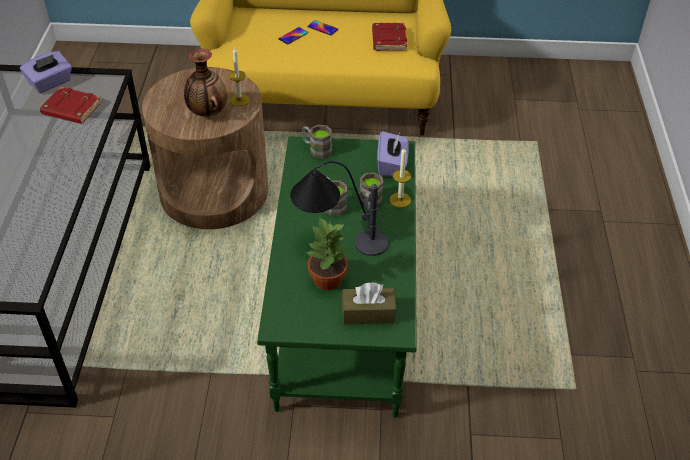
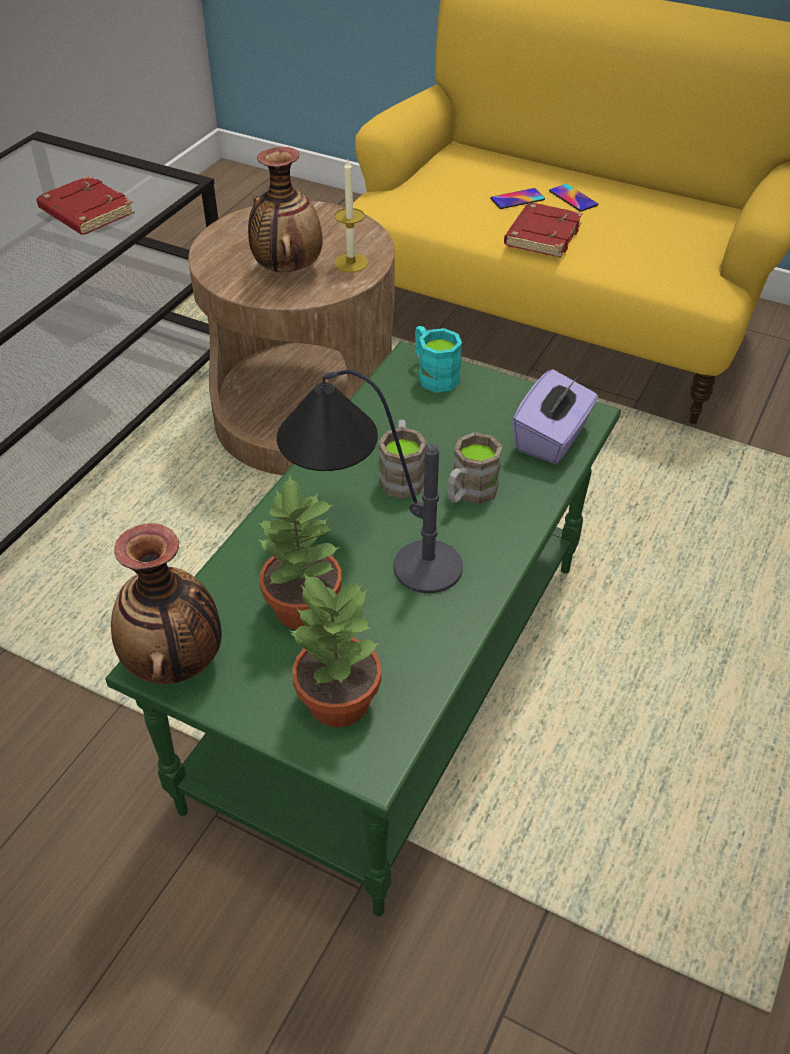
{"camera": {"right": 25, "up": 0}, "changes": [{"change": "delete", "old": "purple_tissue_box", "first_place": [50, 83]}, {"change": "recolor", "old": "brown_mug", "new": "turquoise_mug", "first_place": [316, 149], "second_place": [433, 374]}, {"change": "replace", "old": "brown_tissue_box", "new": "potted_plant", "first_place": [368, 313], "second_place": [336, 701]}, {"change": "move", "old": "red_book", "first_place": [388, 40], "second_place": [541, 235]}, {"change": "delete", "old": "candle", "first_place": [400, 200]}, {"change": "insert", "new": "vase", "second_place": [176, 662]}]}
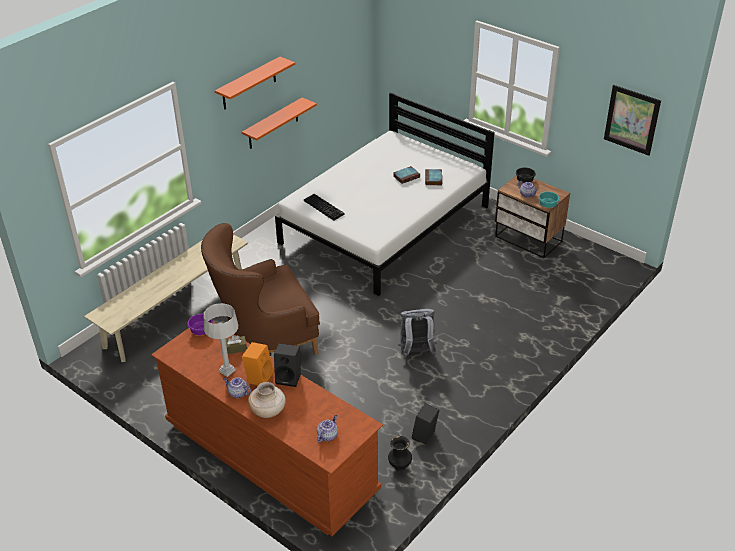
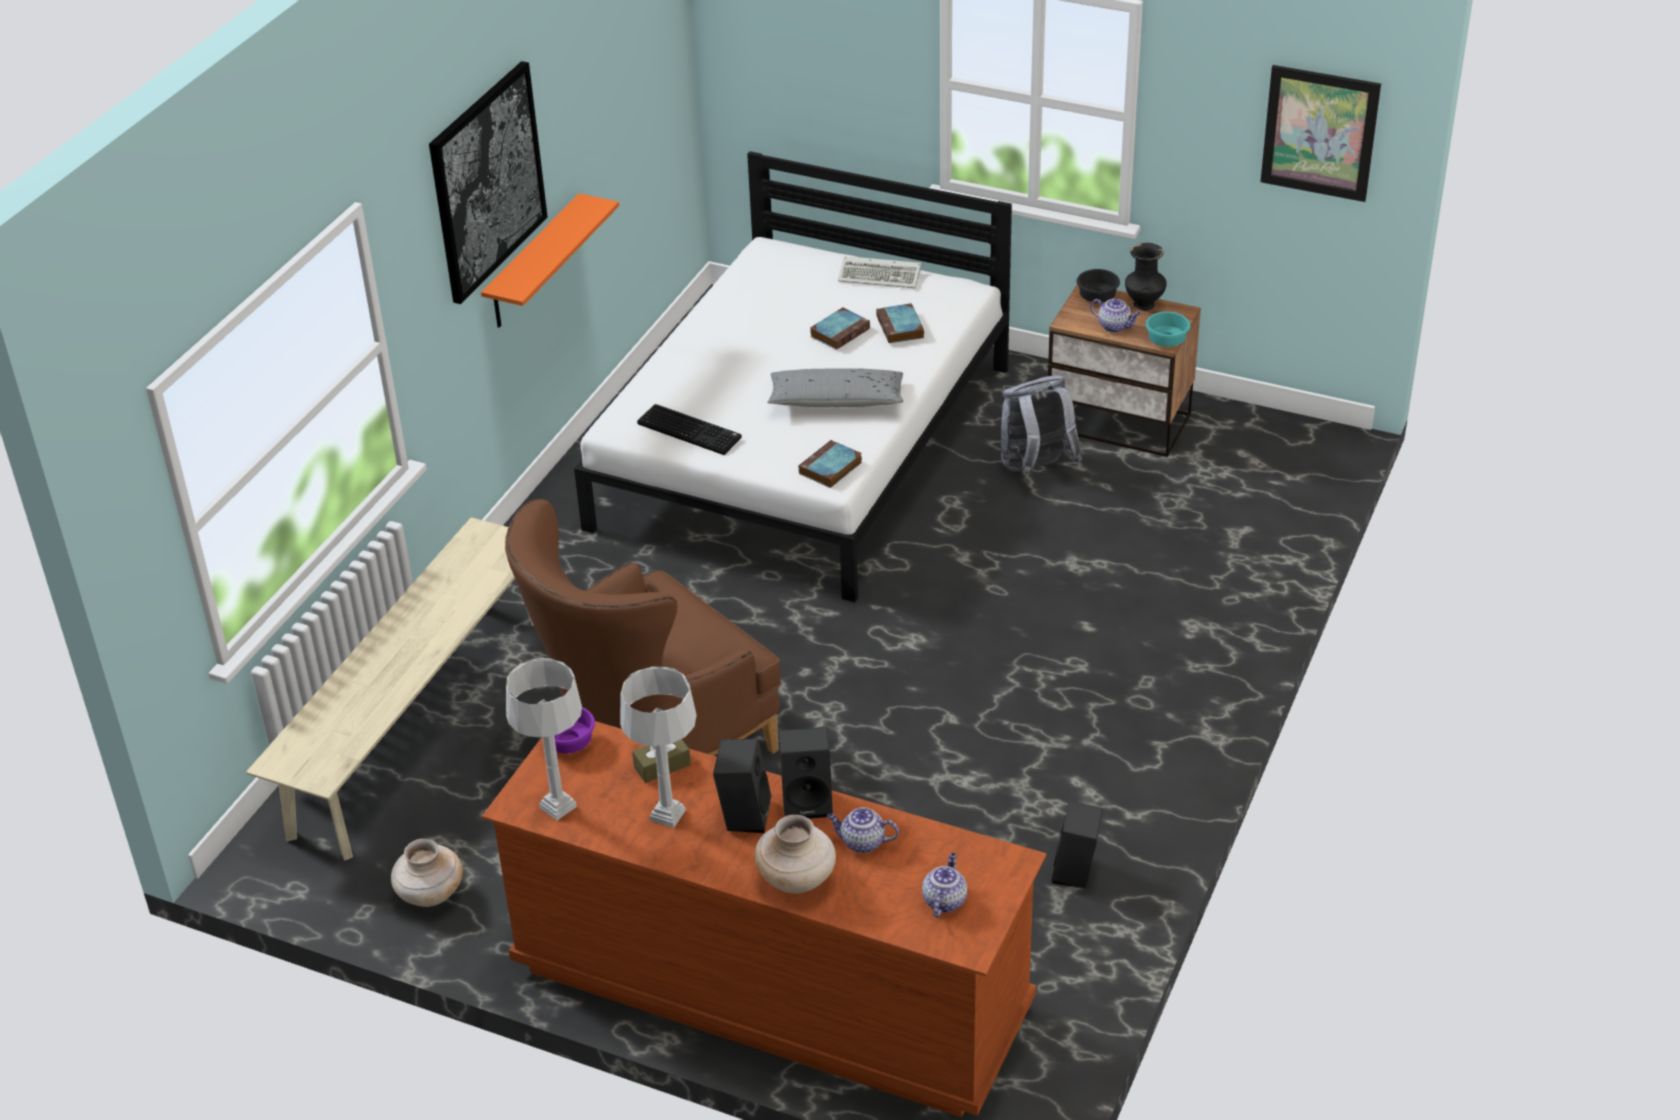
{"camera": {"right": -15, "up": 0}, "changes": [{"change": "replace", "old": "orange_shelf", "new": "picture", "first_place": [249, 84], "second_place": [487, 181]}, {"change": "move", "old": "teapot", "first_place": [237, 393], "second_place": [862, 842]}, {"change": "recolor", "old": "orange_speaker", "new": "black_speaker", "first_place": [259, 377], "second_place": [743, 814]}, {"change": "move", "old": "black_vase", "first_place": [399, 467], "second_place": [1144, 305]}, {"change": "move", "old": "grey_backpack", "first_place": [416, 353], "second_place": [1035, 469]}, {"change": "insert", "new": "beige_vase", "second_place": [430, 895]}, {"change": "insert", "new": "grey_table_lamp", "second_place": [557, 806]}, {"change": "insert", "new": "grey_pillow", "second_place": [836, 401]}, {"change": "insert", "new": "book", "second_place": [830, 469]}, {"change": "insert", "new": "keyboard", "second_place": [882, 276]}]}
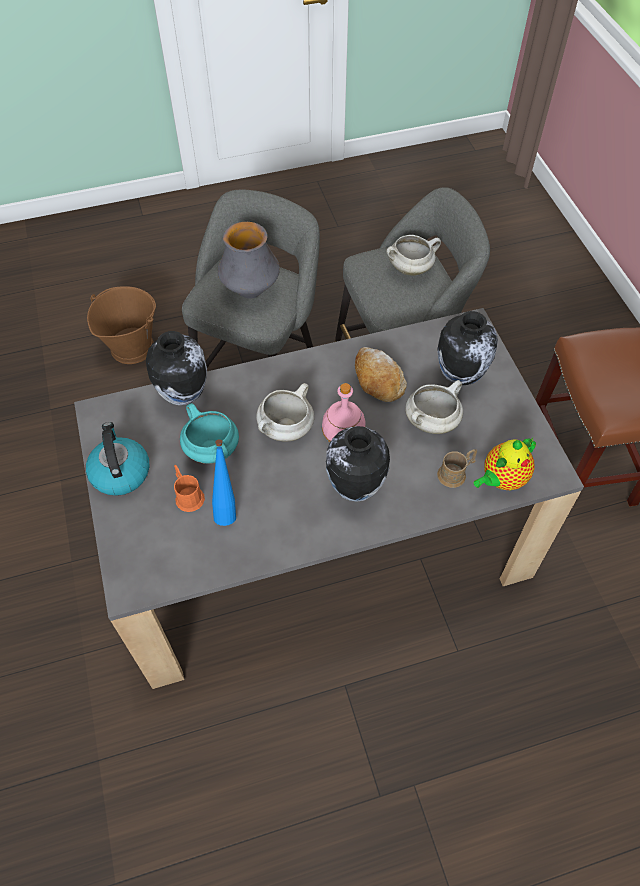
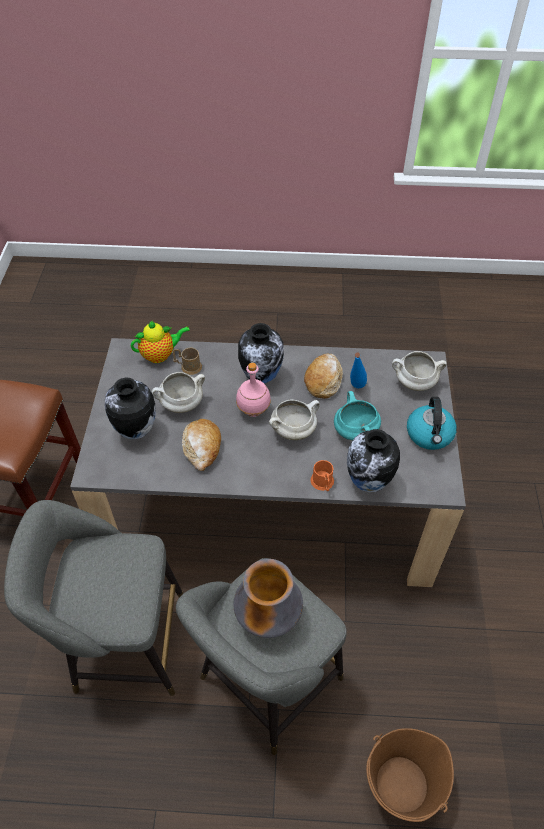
{"camera": {"right": -160, "up": -5}, "changes": [{"change": "move", "old": "orange_mug", "first_place": [187, 495], "second_place": [323, 483]}, {"change": "move", "old": "white_cooking_pot", "first_place": [410, 268], "second_place": [414, 383]}, {"change": "insert", "new": "bread", "second_place": [323, 380]}]}
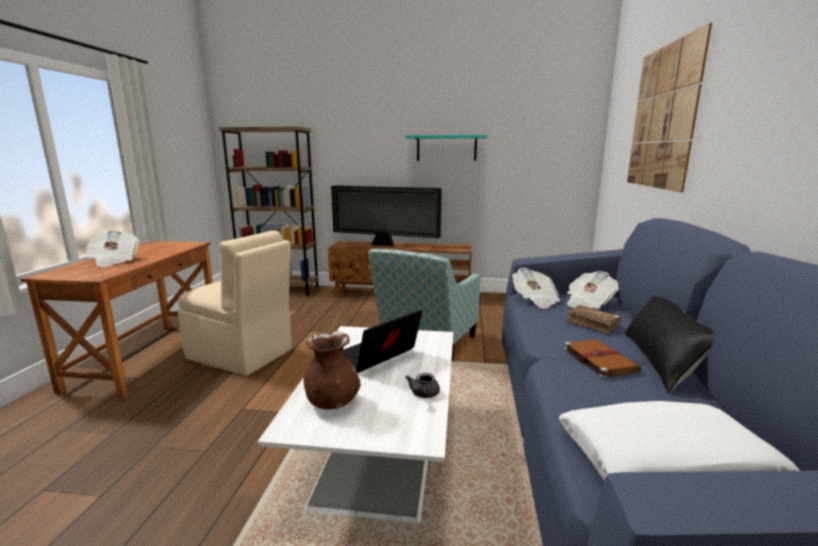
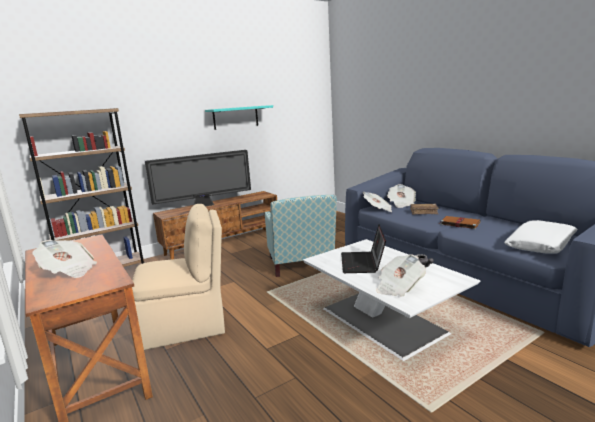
{"camera": {"right": -40, "up": 0}, "changes": [{"change": "replace", "old": "brown_vase", "new": "newspaper", "first_place": [332, 403], "second_place": [398, 287]}, {"change": "delete", "old": "black_pillow", "first_place": [660, 361]}, {"change": "delete", "old": "picture", "first_place": [663, 117]}]}
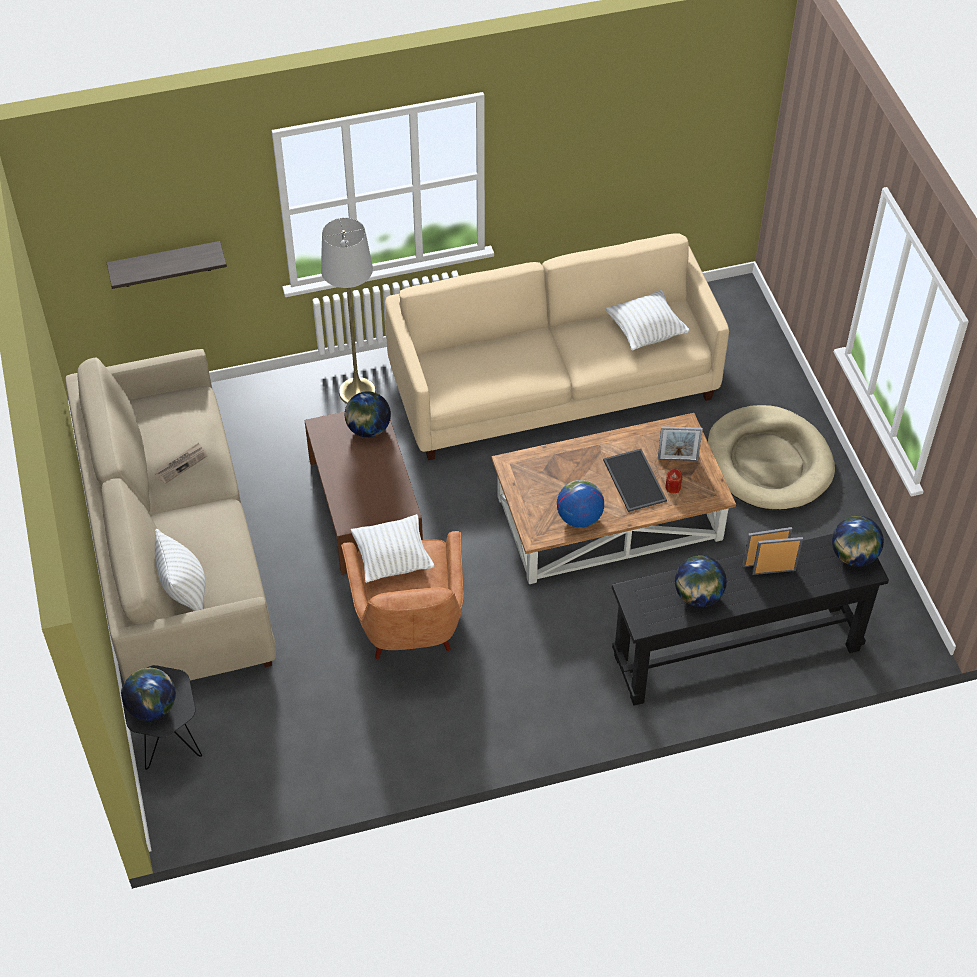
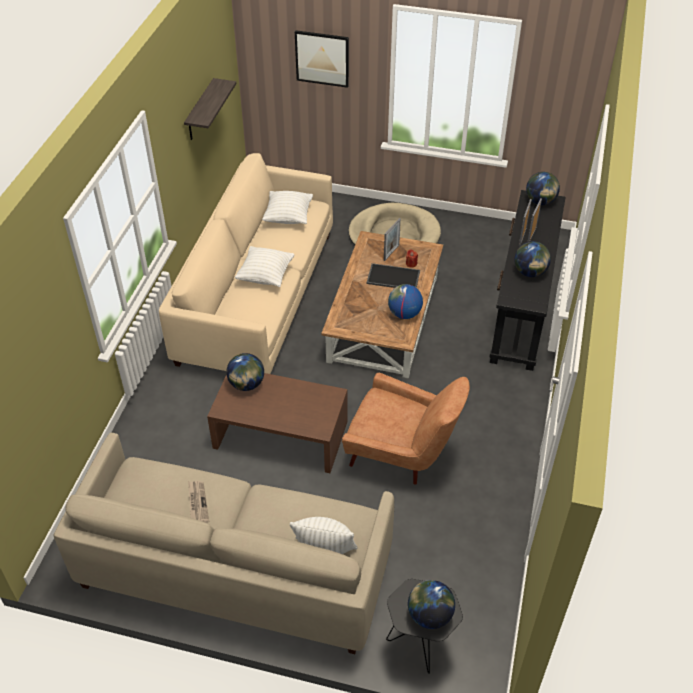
{"camera": {"right": -60, "up": -5}, "changes": [{"change": "move", "old": "shelf", "first_place": [166, 264], "second_place": [200, 111]}, {"change": "delete", "old": "grey_floor_lamp", "first_place": [357, 392]}, {"change": "move", "old": "white_pillow", "first_place": [393, 559], "second_place": [265, 276]}, {"change": "insert", "new": "picture", "second_place": [322, 58]}]}
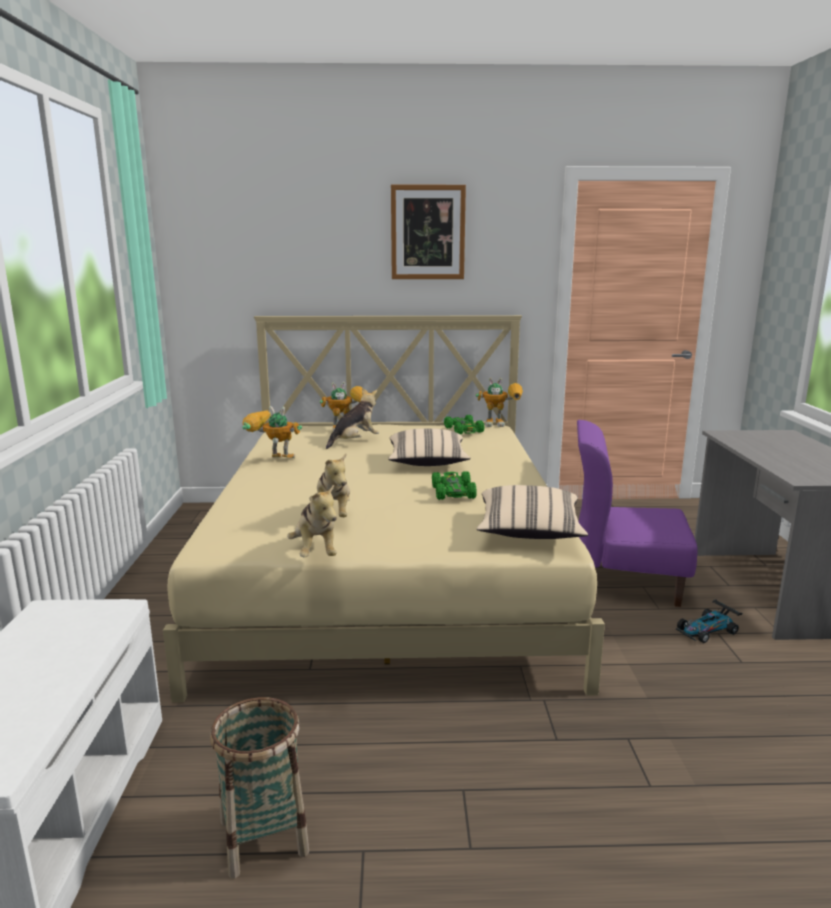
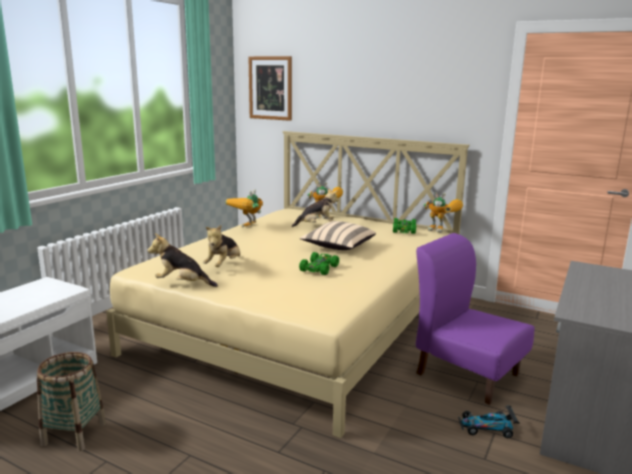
{"camera": {"right": 30, "up": 0}, "changes": [{"change": "rotate", "old": "toy_robot", "first_place": [271, 460], "second_place": [248, 228], "degrees": -105}, {"change": "rotate", "old": "plush_toy", "first_place": [315, 552], "second_place": [182, 284], "degrees": 90}, {"change": "move", "old": "picture", "first_place": [428, 232], "second_place": [270, 88]}, {"change": "delete", "old": "beige_pillow", "first_place": [529, 532]}]}
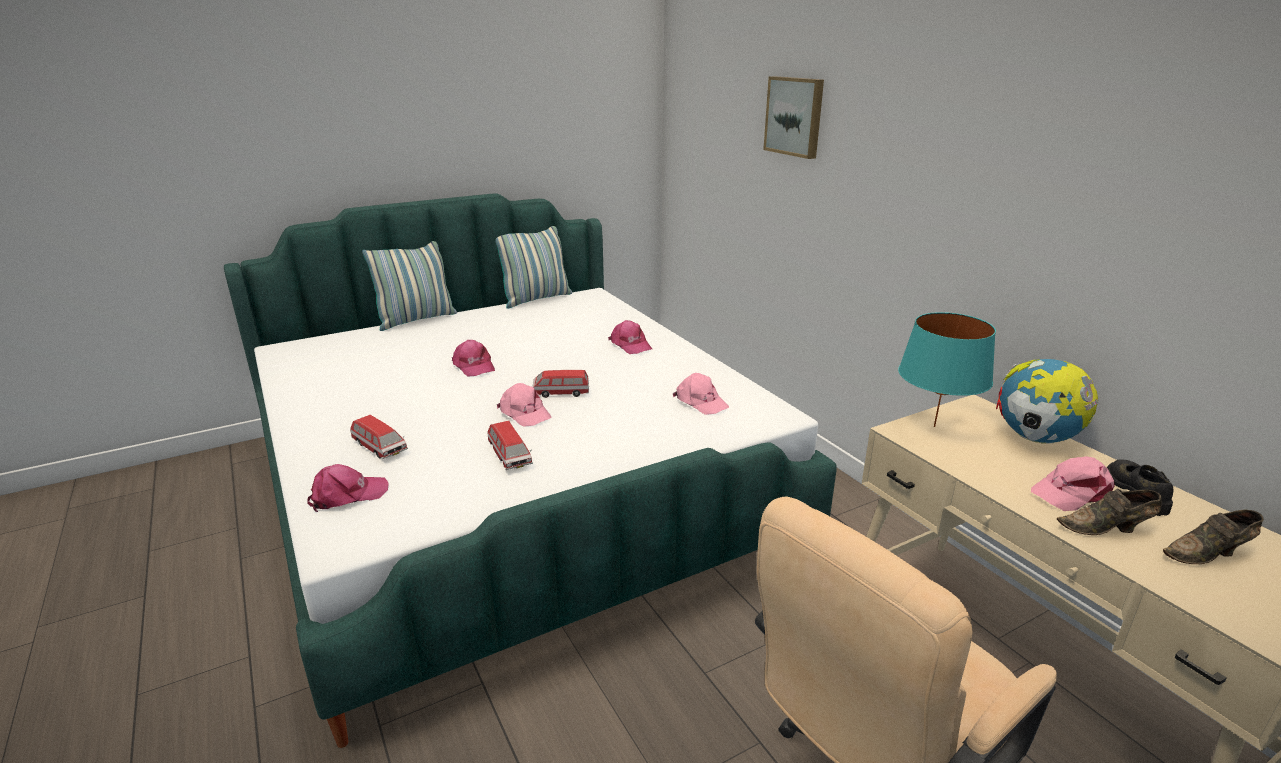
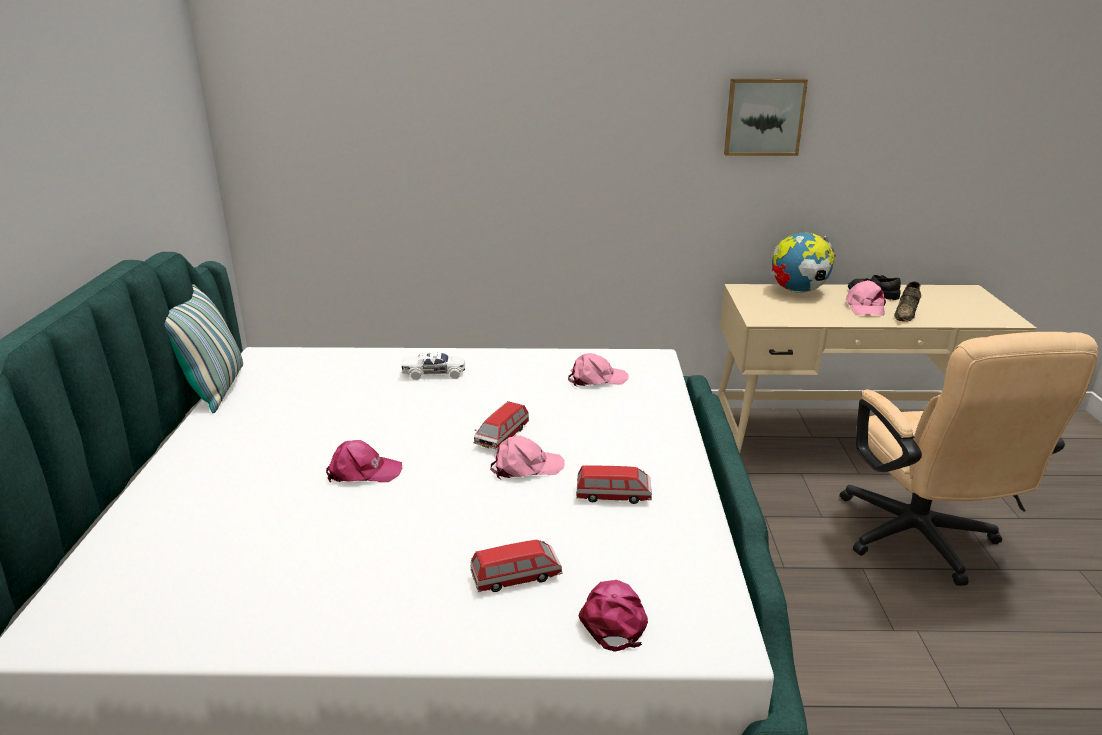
{"camera": {"right": -60, "up": 0}, "changes": [{"change": "delete", "old": "pillow", "first_place": [416, 320]}, {"change": "replace", "old": "pink_cap", "new": "white_toy_car", "first_place": [630, 345], "second_place": [434, 374]}, {"change": "move", "old": "picture", "first_place": [795, 116], "second_place": [763, 116]}, {"change": "delete", "old": "turquoise_table_lamp", "first_place": [934, 426]}, {"change": "delete", "old": "brown_shoe", "first_place": [1208, 554]}]}
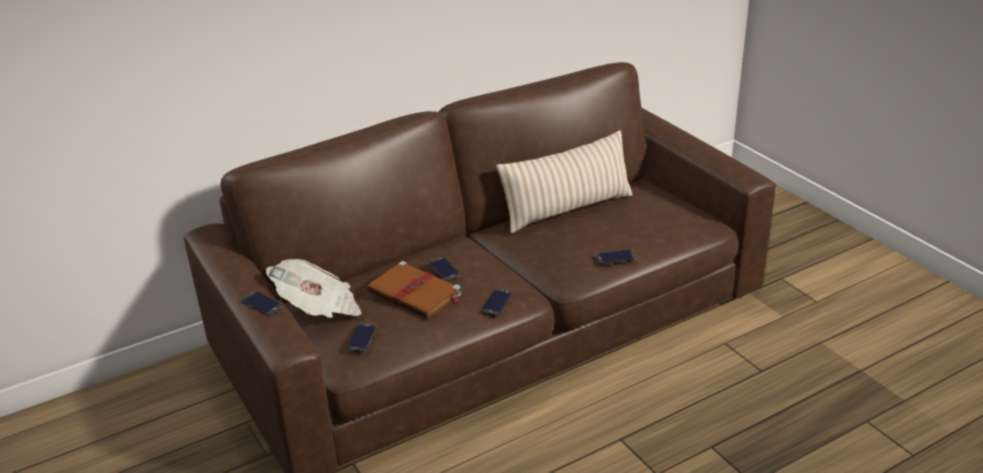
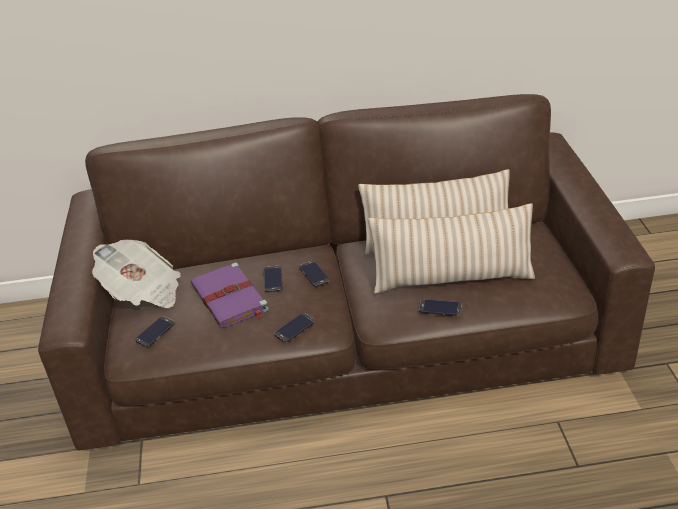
{"camera": {"right": 25, "up": 5}, "changes": [{"change": "move", "old": "phone", "first_place": [262, 304], "second_place": [314, 274]}, {"change": "recolor", "old": "brown_book", "new": "purple_book", "first_place": [416, 293], "second_place": [230, 299]}, {"change": "insert", "new": "beige_pillow", "second_place": [452, 278]}]}
